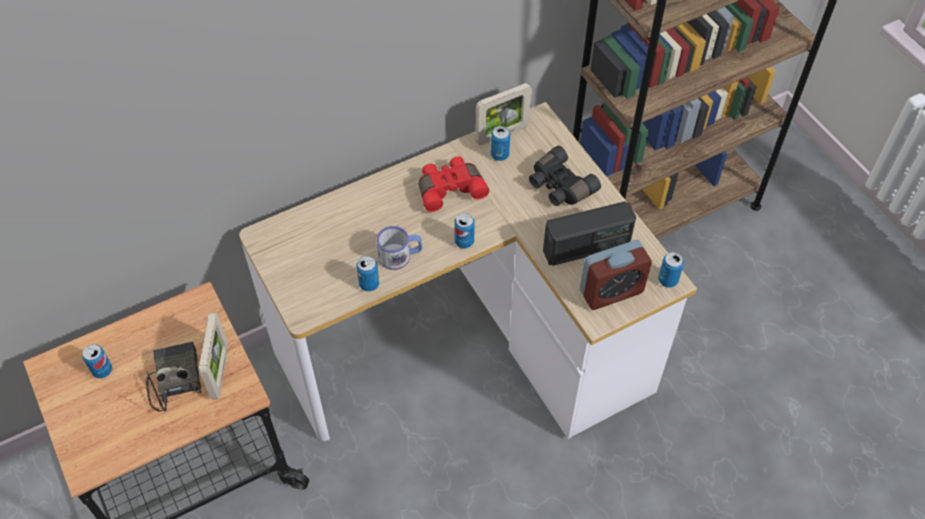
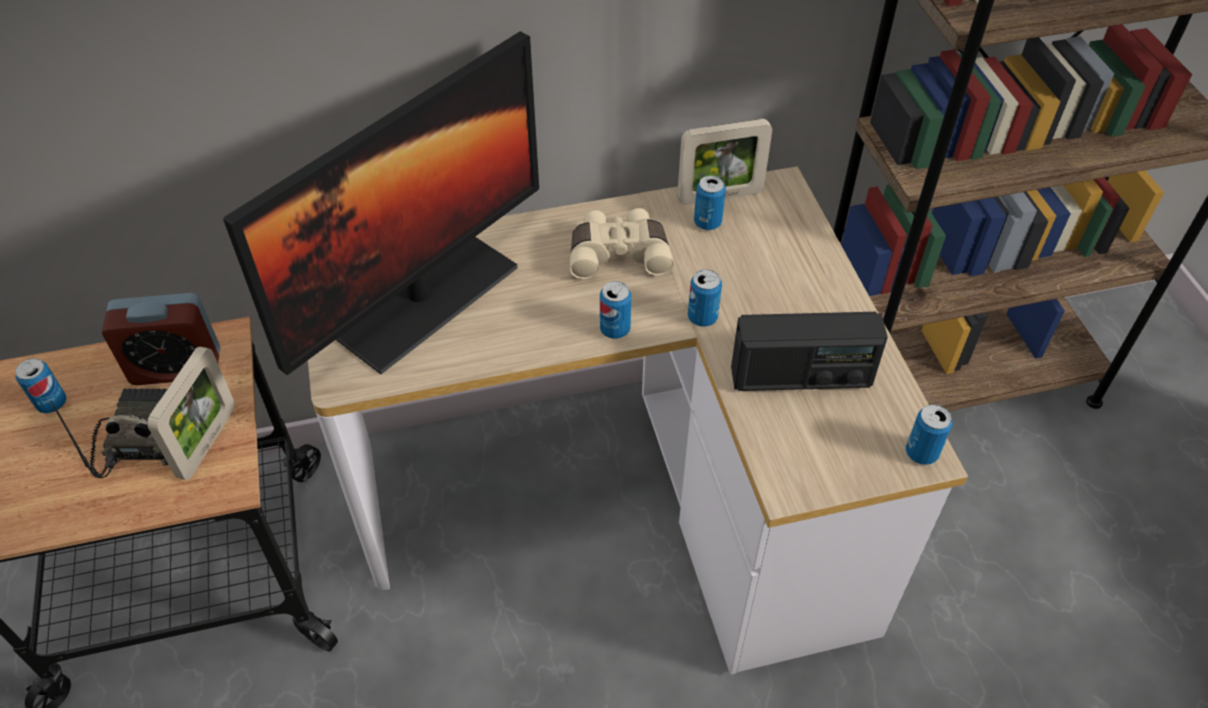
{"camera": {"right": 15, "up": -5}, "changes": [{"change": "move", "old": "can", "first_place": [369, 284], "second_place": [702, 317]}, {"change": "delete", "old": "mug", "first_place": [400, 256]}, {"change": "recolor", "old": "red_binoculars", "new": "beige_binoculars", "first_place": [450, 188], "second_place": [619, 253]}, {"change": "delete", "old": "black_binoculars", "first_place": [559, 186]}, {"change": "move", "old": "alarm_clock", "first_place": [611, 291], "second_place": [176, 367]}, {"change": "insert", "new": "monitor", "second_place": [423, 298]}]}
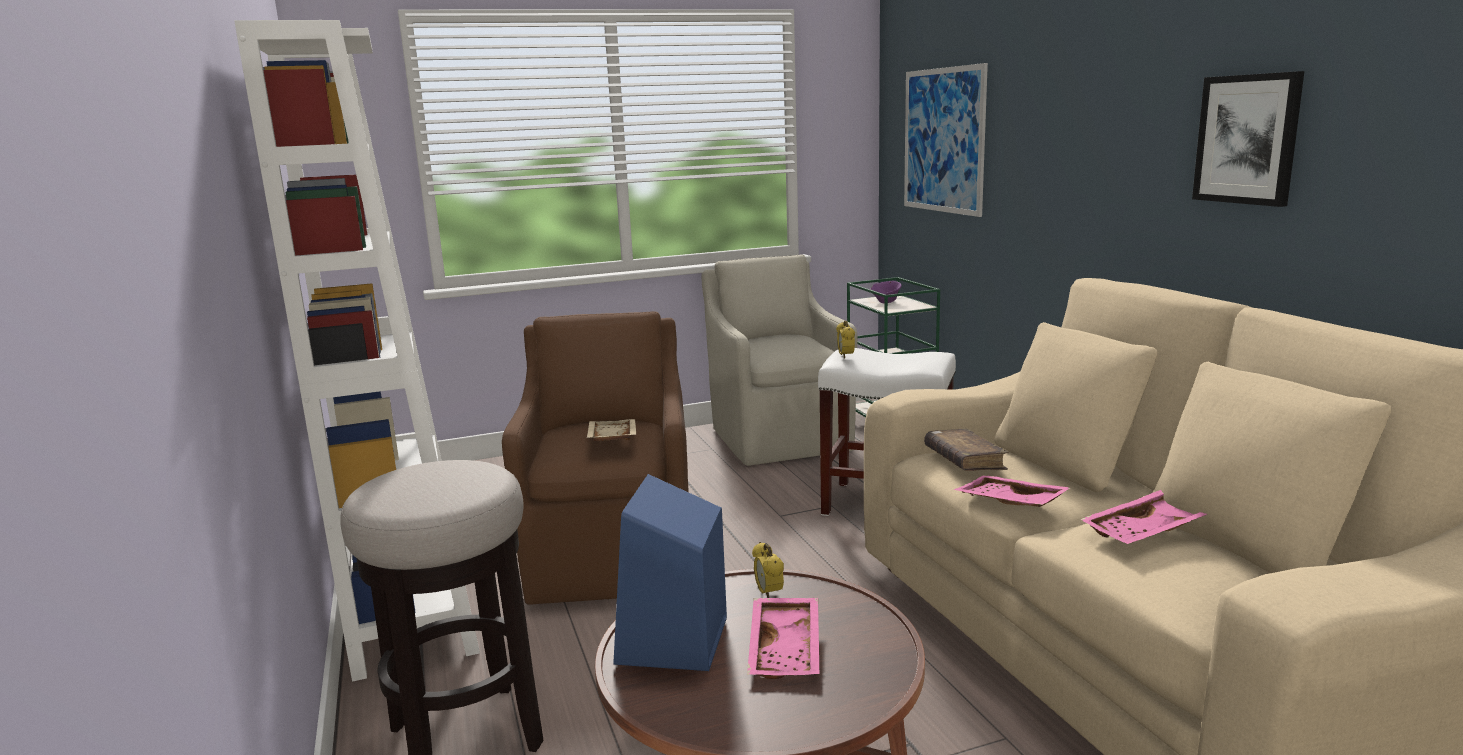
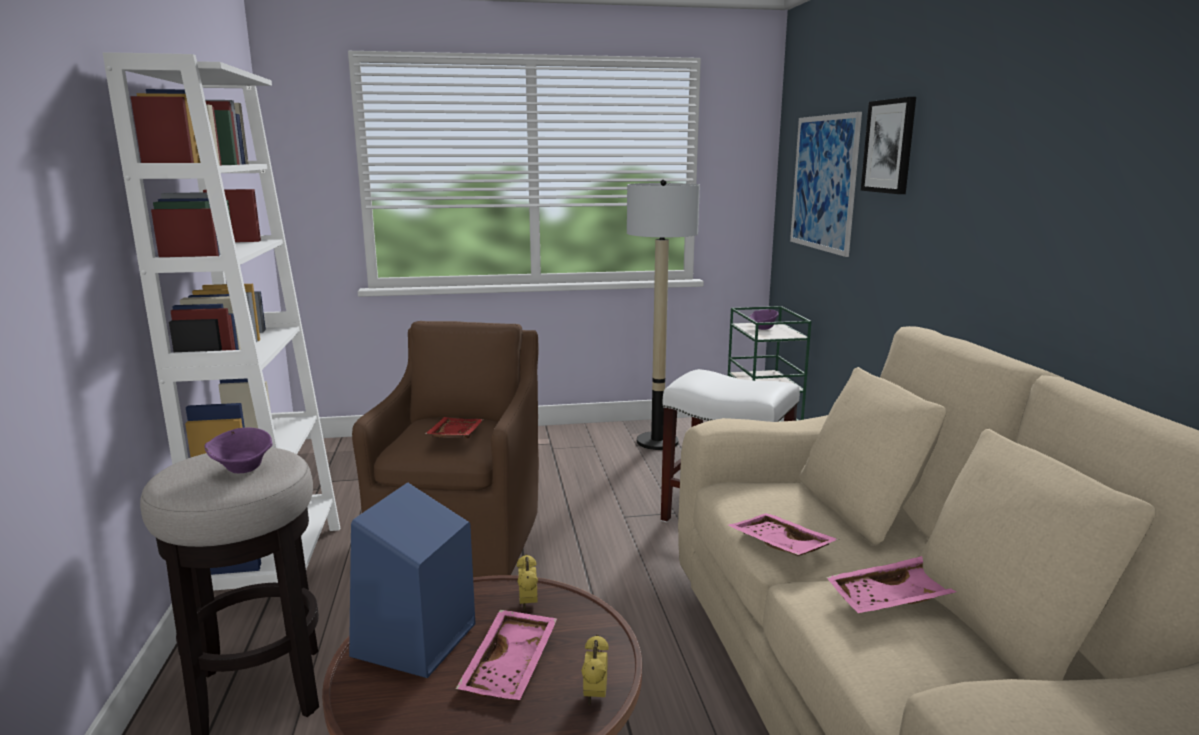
{"camera": {"right": 10, "up": 0}, "changes": [{"change": "recolor", "old": "beige_tray", "new": "red_tray", "first_place": [611, 439], "second_place": [454, 436]}, {"change": "replace", "old": "beige_armchair", "new": "floor_lamp", "first_place": [780, 437], "second_place": [657, 441]}, {"change": "move", "old": "alarm_clock", "first_place": [845, 356], "second_place": [595, 696]}, {"change": "delete", "old": "brown_book", "first_place": [964, 461]}, {"change": "move", "old": "picture", "first_place": [1247, 139], "second_place": [889, 146]}, {"change": "insert", "new": "purple_bowl", "second_place": [244, 469]}]}
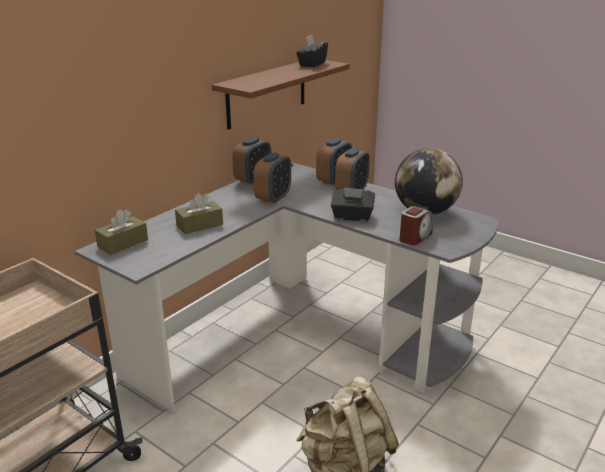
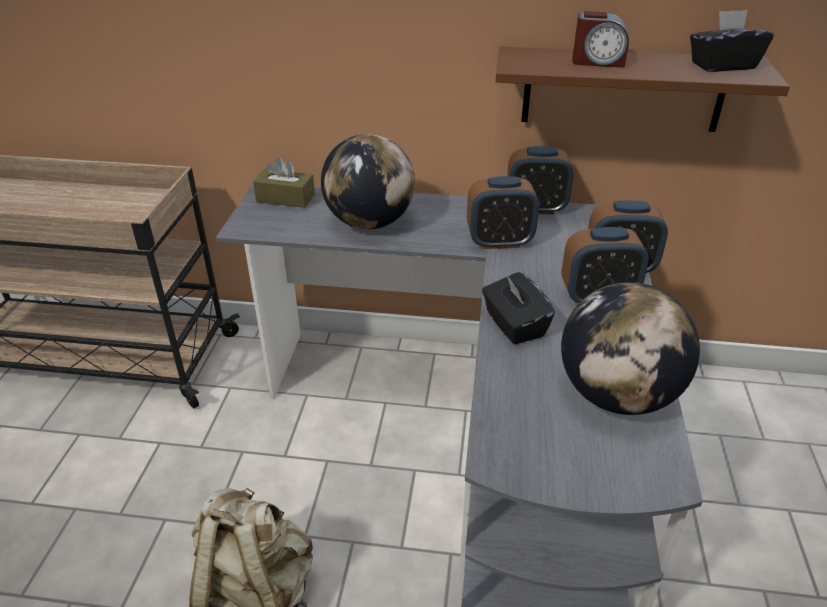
{"camera": {"right": 60, "up": 10}, "changes": [{"change": "replace", "old": "brown_tissue_box", "new": "globe", "first_place": [199, 225], "second_place": [370, 223]}, {"change": "move", "old": "alarm_clock", "first_place": [415, 237], "second_place": [597, 62]}]}
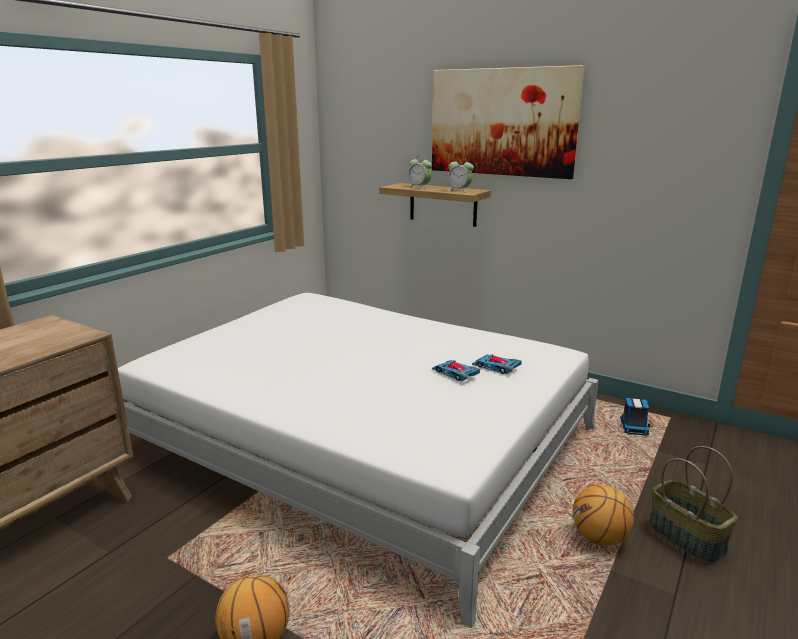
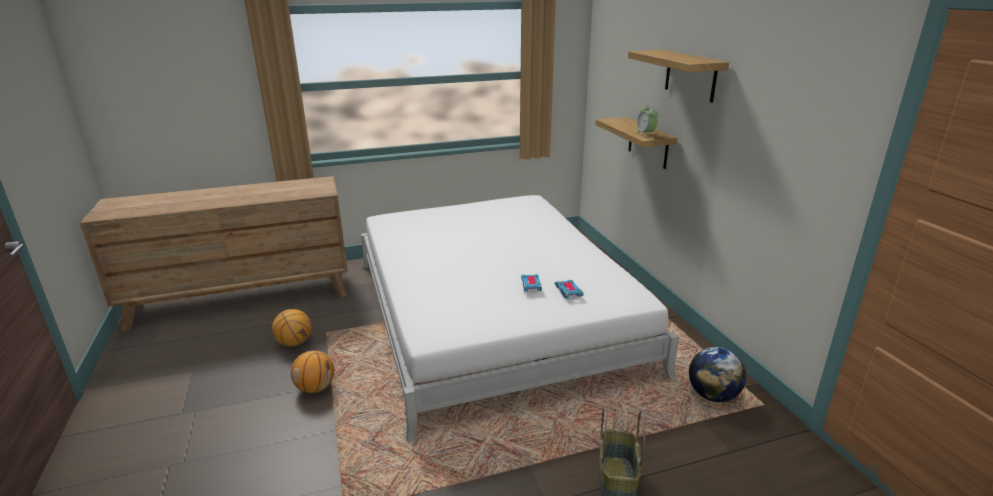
{"camera": {"right": 40, "up": 5}, "changes": [{"change": "delete", "old": "alarm_clock", "first_place": [419, 187]}, {"change": "replace", "old": "picture", "new": "shelf", "first_place": [502, 122], "second_place": [690, 75]}, {"change": "move", "old": "basketball", "first_place": [599, 538], "second_place": [294, 343]}, {"change": "replace", "old": "toy_truck", "new": "globe", "first_place": [633, 427], "second_place": [713, 395]}]}
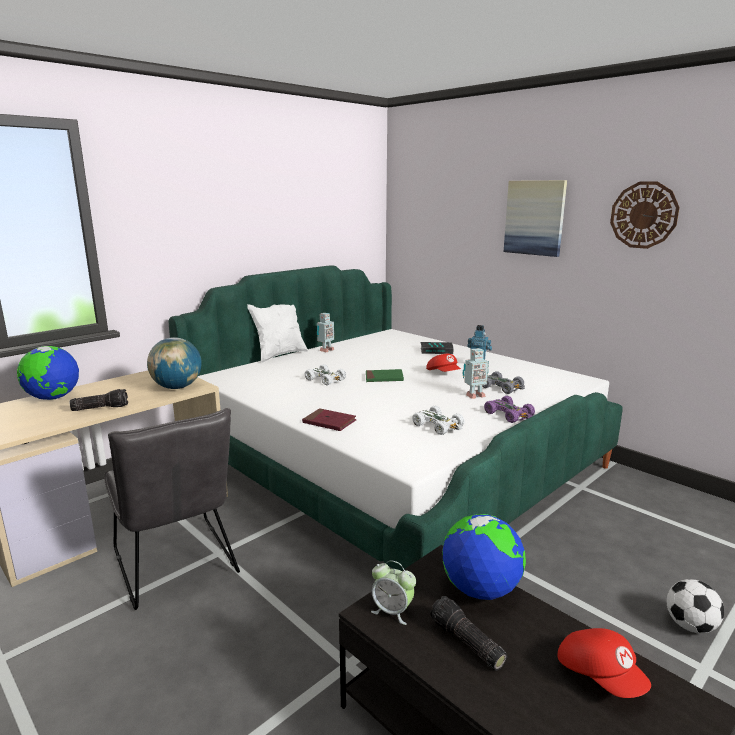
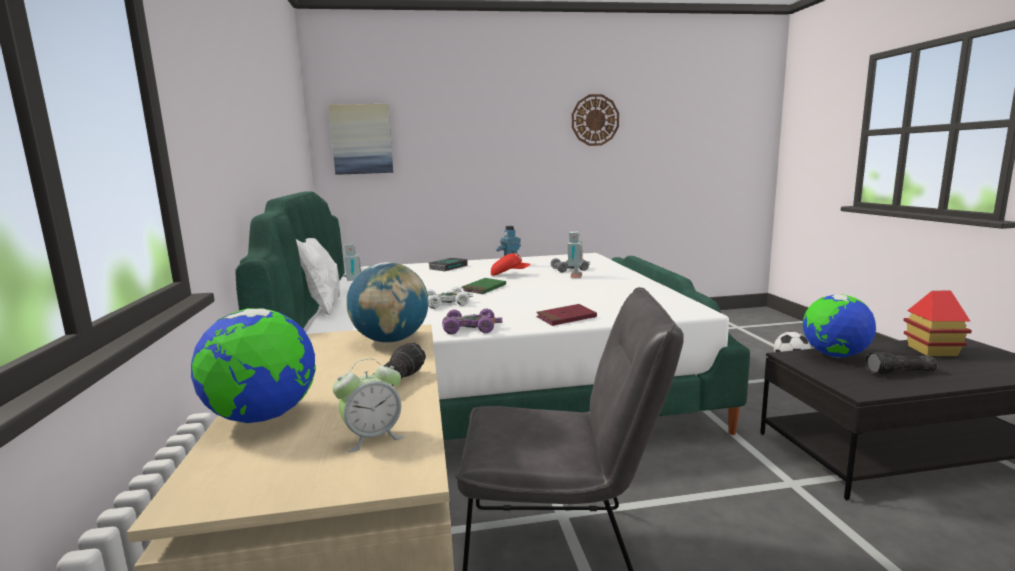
{"camera": {"right": -55, "up": -5}, "changes": [{"change": "move", "old": "alarm_clock", "first_place": [392, 611], "second_place": [373, 438]}, {"change": "delete", "old": "white_toy_car", "first_place": [438, 426]}, {"change": "move", "old": "purple_toy_car", "first_place": [509, 415], "second_place": [471, 328]}, {"change": "move", "old": "picture", "first_place": [535, 217], "second_place": [362, 139]}, {"change": "replace", "old": "red_cap", "new": "toy_house", "first_place": [600, 675], "second_place": [932, 351]}]}
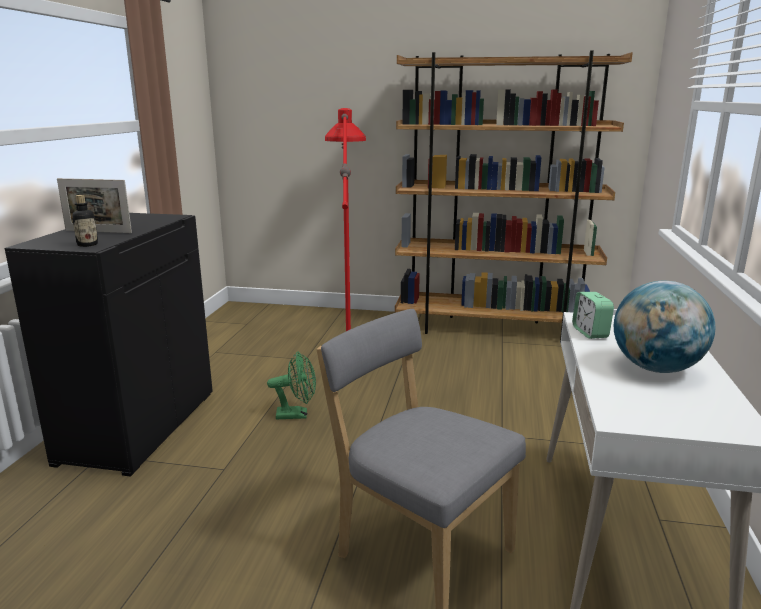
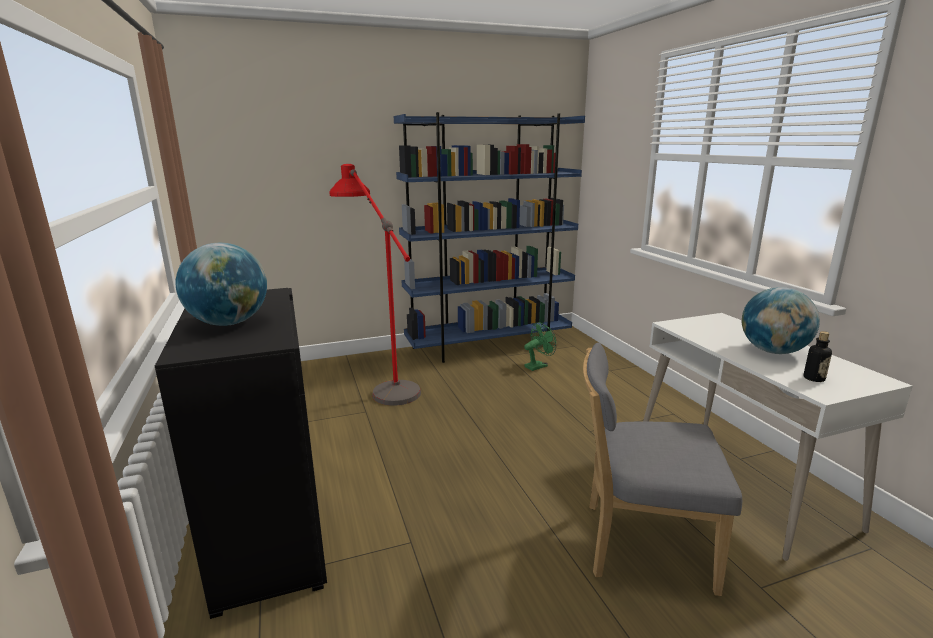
{"camera": {"right": -30, "up": 0}, "changes": [{"change": "replace", "old": "picture_frame", "new": "globe", "first_place": [98, 231], "second_place": [229, 323]}, {"change": "move", "old": "bottle", "first_place": [87, 245], "second_place": [814, 378]}, {"change": "move", "old": "green_fan", "first_place": [297, 414], "second_place": [538, 366]}, {"change": "recolor", "old": "brown_bookcase", "new": "blue_bookcase", "first_place": [493, 328], "second_place": [489, 346]}, {"change": "delete", "old": "alarm_clock", "first_place": [590, 332]}]}
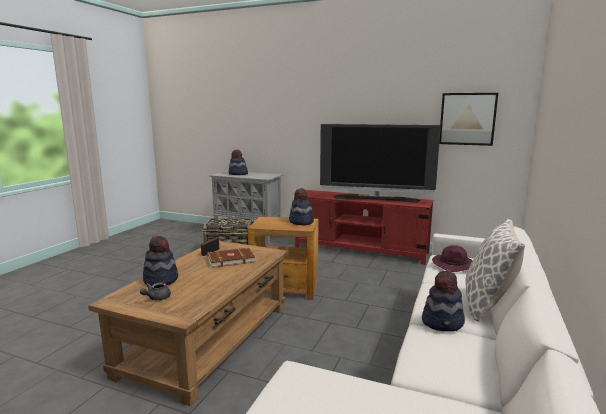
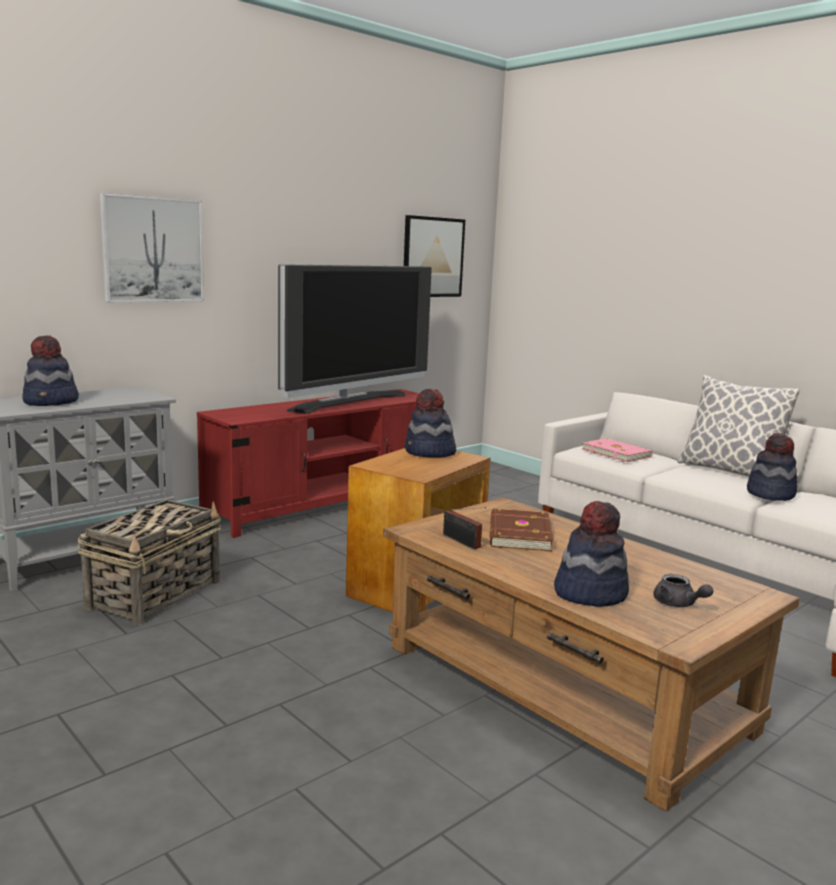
{"camera": {"right": -65, "up": 0}, "changes": [{"change": "replace", "old": "purple_hat", "new": "pink_book", "first_place": [454, 265], "second_place": [616, 453]}, {"change": "insert", "new": "picture", "second_place": [153, 249]}]}
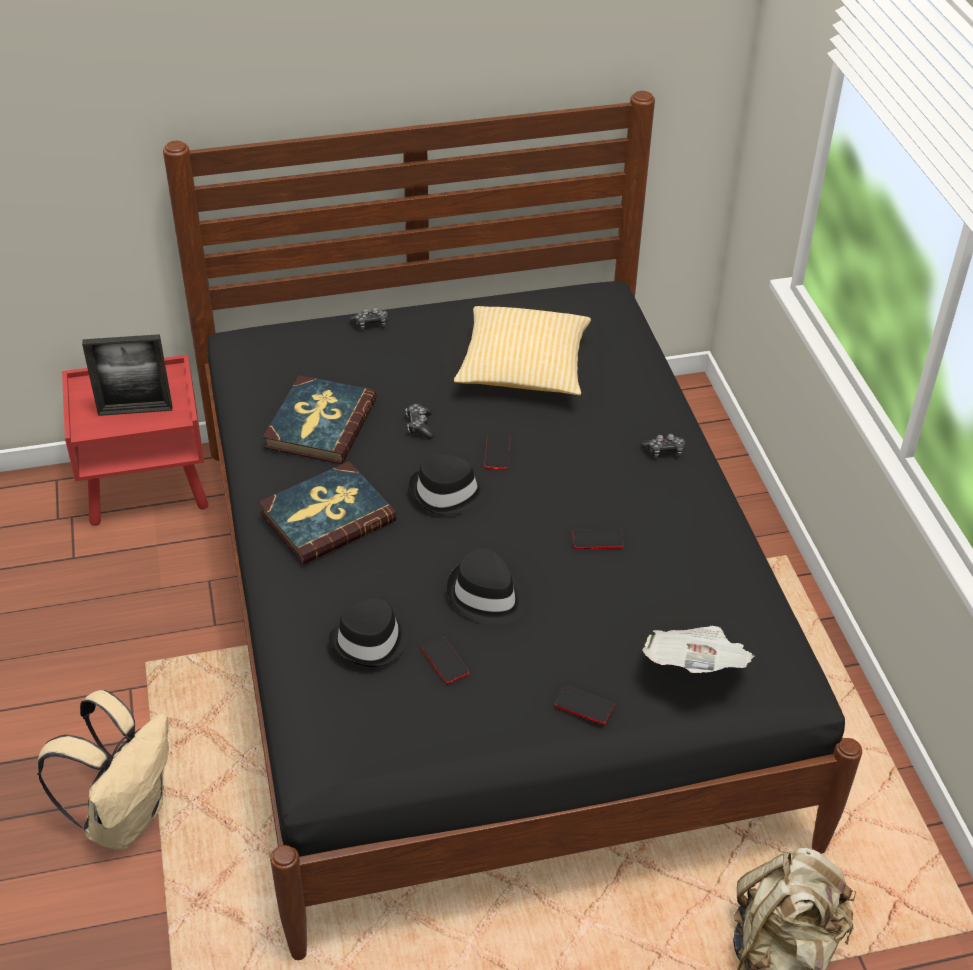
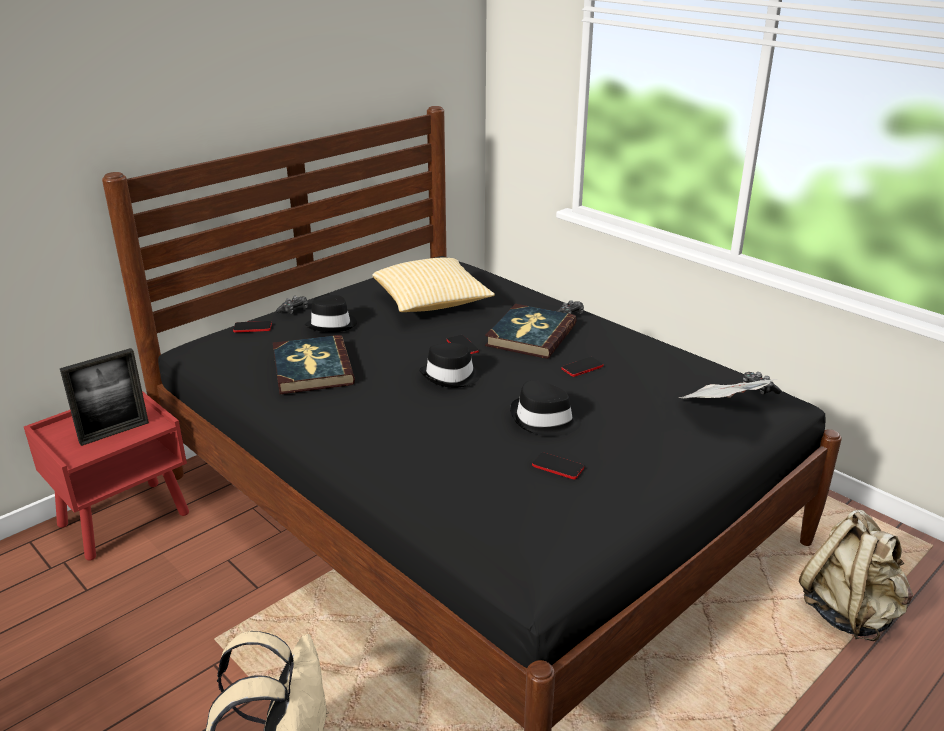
{"camera": {"right": -30, "up": -15}, "changes": [{"change": "move", "old": "book", "first_place": [327, 516], "second_place": [530, 335]}, {"change": "move", "old": "black_hat", "first_place": [371, 641], "second_place": [332, 324]}, {"change": "move", "old": "game_controller", "first_place": [419, 426], "second_place": [758, 389]}, {"change": "move", "old": "phone", "first_place": [584, 706], "second_place": [252, 327]}]}
